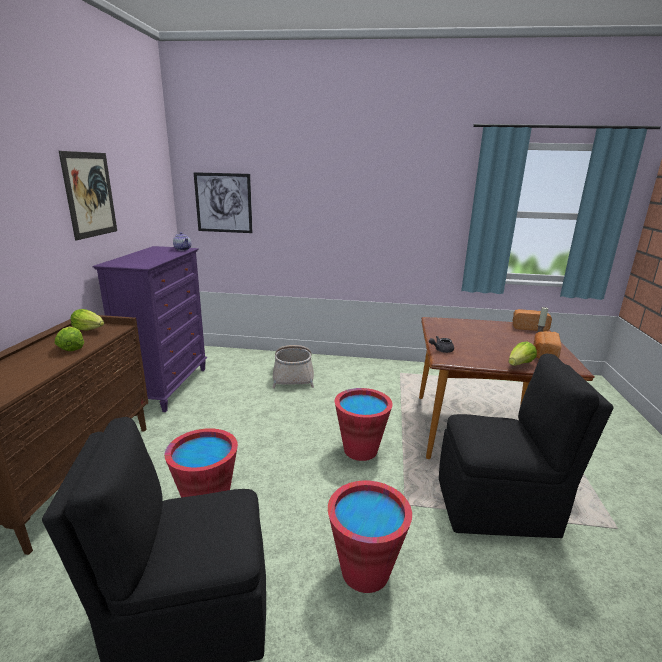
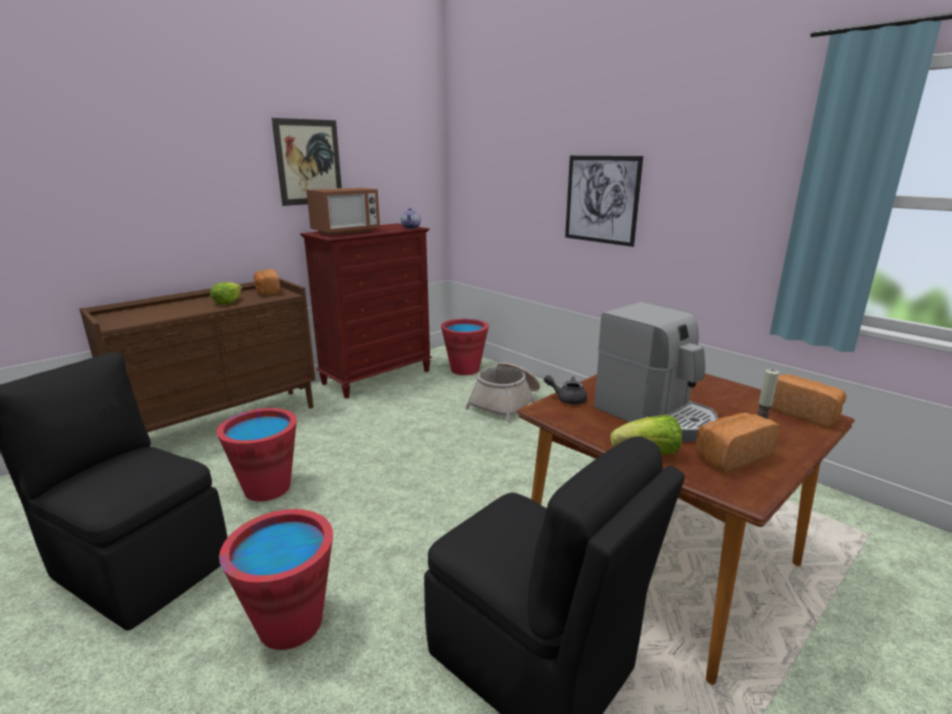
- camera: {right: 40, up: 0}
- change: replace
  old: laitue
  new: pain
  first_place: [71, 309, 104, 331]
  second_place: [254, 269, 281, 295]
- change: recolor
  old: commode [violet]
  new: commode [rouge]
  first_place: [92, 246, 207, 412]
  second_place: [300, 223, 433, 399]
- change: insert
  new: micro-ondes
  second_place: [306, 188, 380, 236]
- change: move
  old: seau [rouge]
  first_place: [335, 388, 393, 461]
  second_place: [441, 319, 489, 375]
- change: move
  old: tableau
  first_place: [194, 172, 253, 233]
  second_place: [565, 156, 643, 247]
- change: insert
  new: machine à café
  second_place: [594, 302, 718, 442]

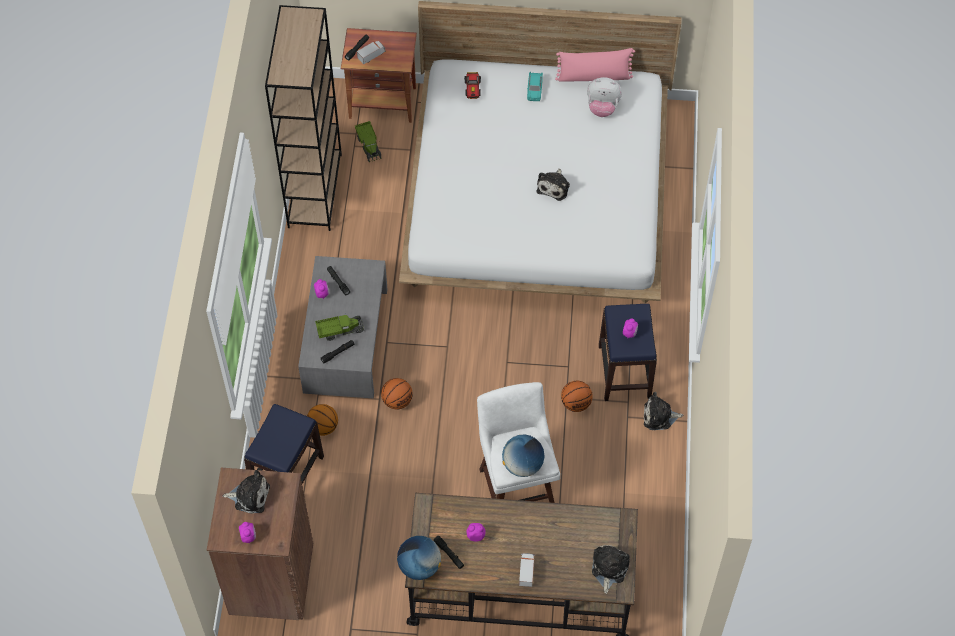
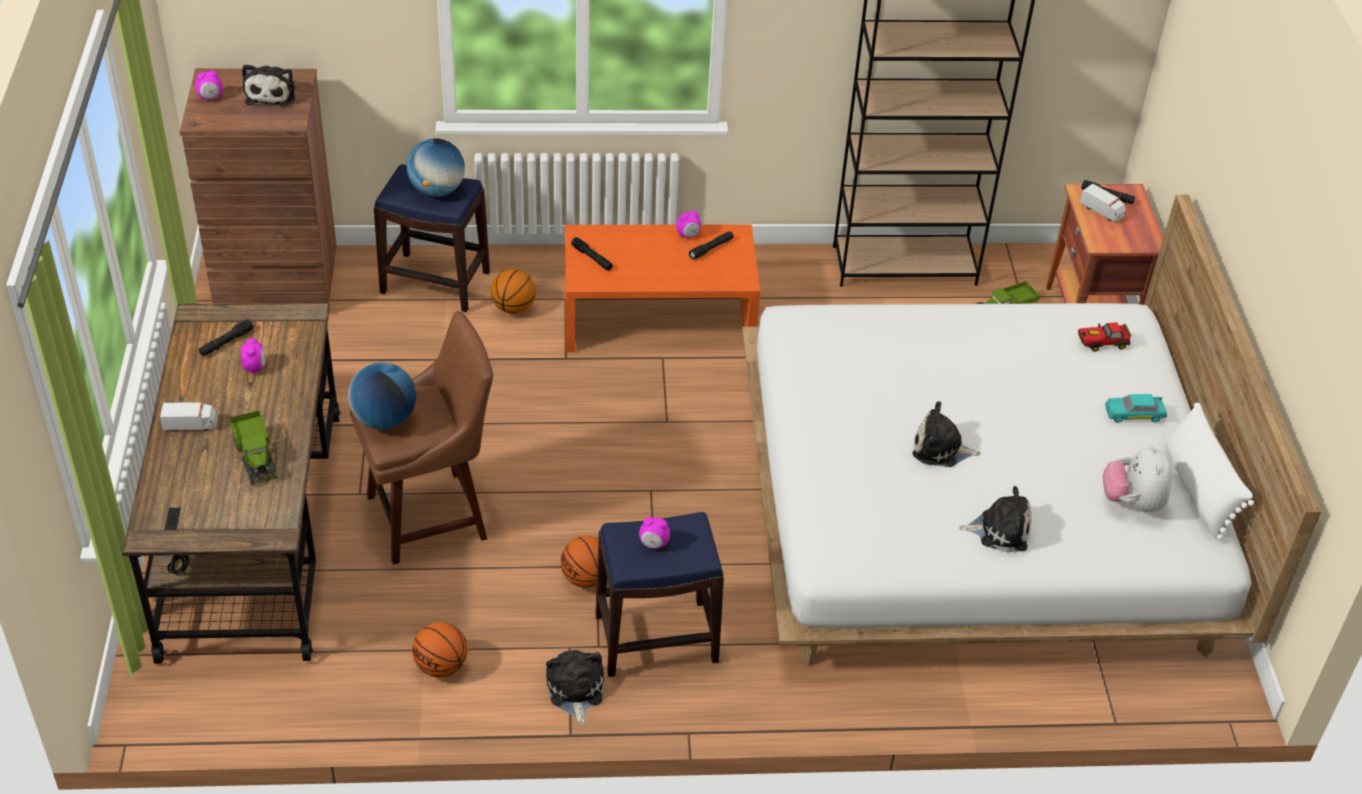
- camera: {right: 80, up: -15}
- change: move
  old: camion jouet
  first_place: [315, 315, 364, 341]
  second_place: [229, 410, 277, 485]
- change: recolor
  old: tabouret [blanc]
  new: tabouret [marron]
  first_place: [477, 382, 560, 503]
  second_place: [350, 311, 493, 565]
- change: move
  old: globe
  first_place: [397, 536, 441, 580]
  second_place: [407, 138, 465, 197]
- change: move
  old: ballon de basket
  first_place: [381, 378, 413, 410]
  second_place: [412, 622, 468, 677]
- change: recolor
  old: table basse [gris]
  new: table basse [orange]
  first_place: [298, 256, 387, 399]
  second_place: [565, 224, 760, 352]
- change: move
  old: peluche
  first_place: [592, 545, 630, 594]
  second_place: [959, 486, 1032, 552]
- change: recolor
  old: coussin [rose]
  new: coussin [blanc]
  first_place: [555, 48, 635, 82]
  second_place: [1165, 403, 1254, 541]

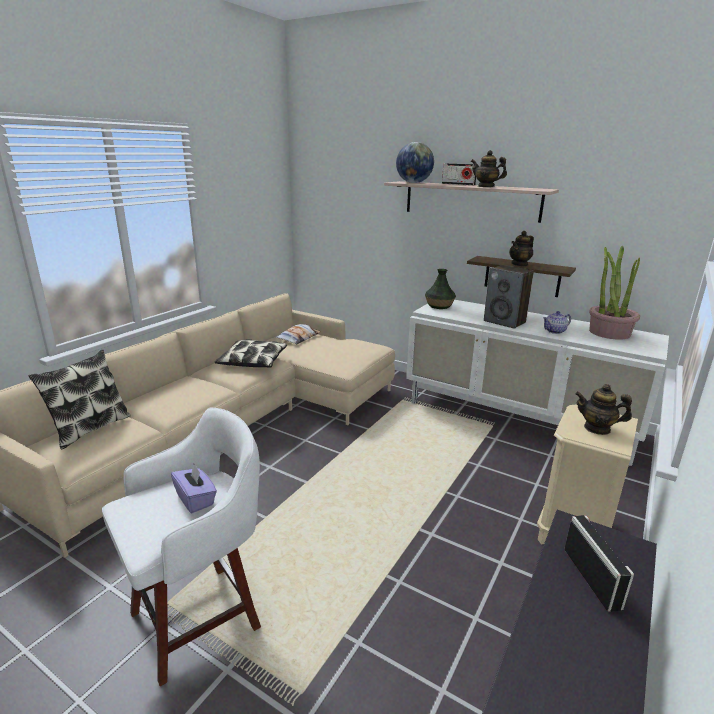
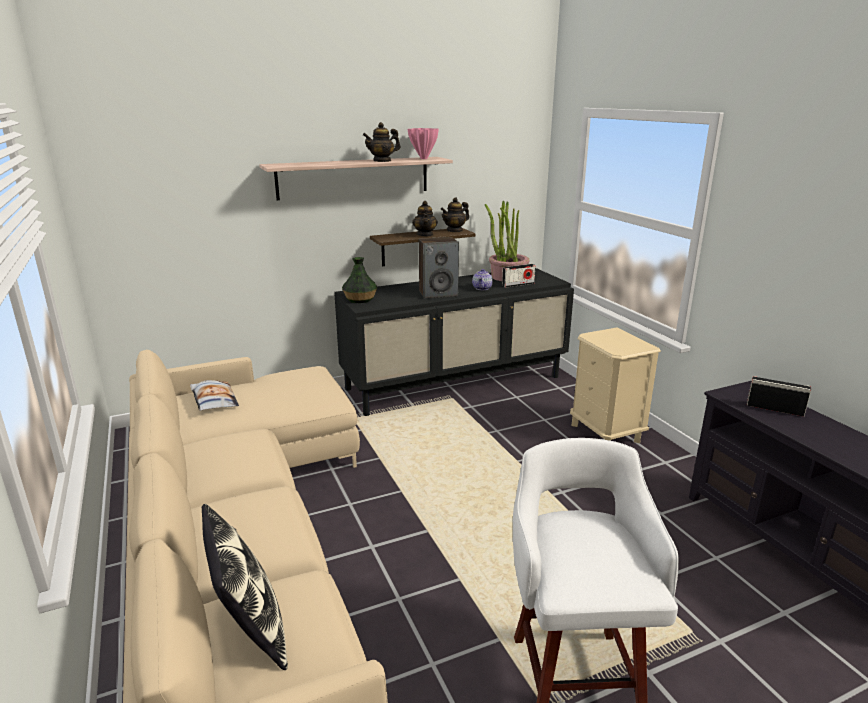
- camera: {right: -55, up: 0}
- change: recolor
  old: meuble de rangement [blanc]
  new: meuble de rangement [noir]
  first_place: [406, 300, 669, 466]
  second_place: [334, 268, 574, 416]
- change: insert
  new: vase [rose]
  second_place: [408, 128, 439, 159]
- change: move
  old: théière
  first_place: [575, 384, 632, 435]
  second_place: [441, 197, 469, 232]
- change: move
  old: radio
  first_place: [442, 163, 476, 185]
  second_place: [502, 264, 536, 288]
- change: delete
  old: boîte à mouchoirs [violet]
  first_place: [171, 464, 217, 513]
- change: delete
  old: coussin
  first_place: [215, 339, 287, 368]
- change: delete
  old: globe
  first_place: [396, 142, 434, 183]

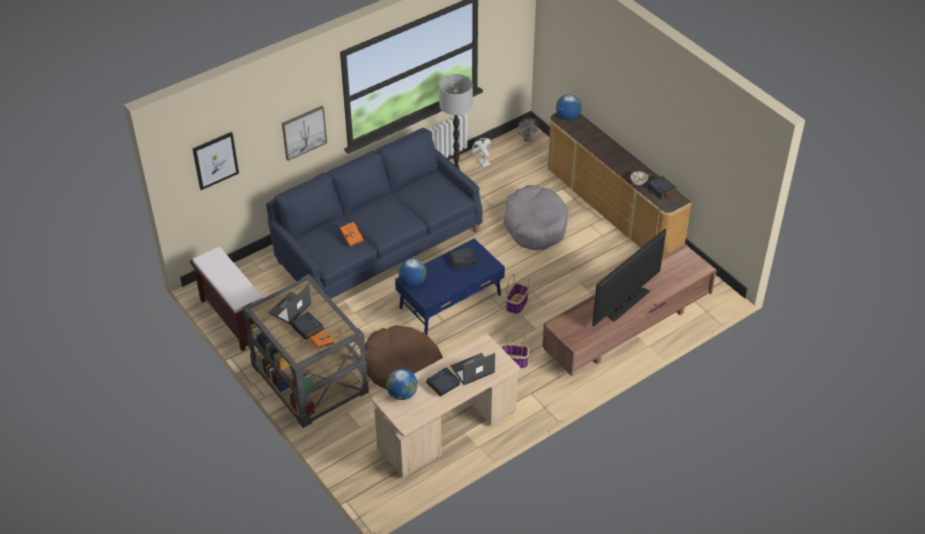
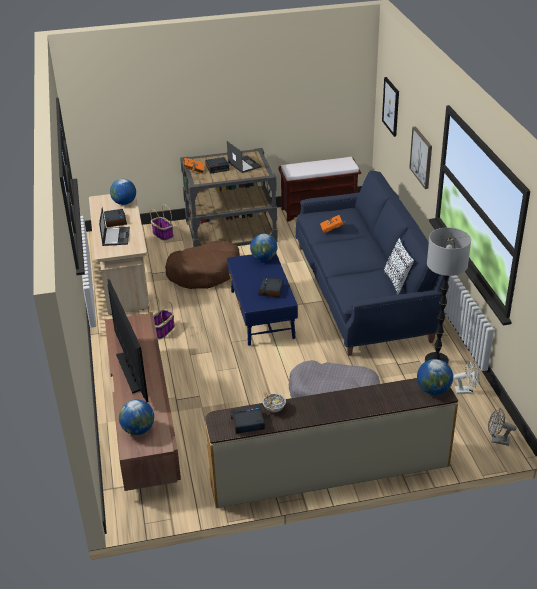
- camera: {right: 115, up: -10}
- change: insert
  new: globe
  second_place: [119, 400, 154, 435]
- change: move
  old: panier
  first_place: [506, 274, 529, 314]
  second_place: [150, 205, 174, 241]
- change: insert
  new: coussin [blanc]
  second_place: [383, 238, 414, 294]

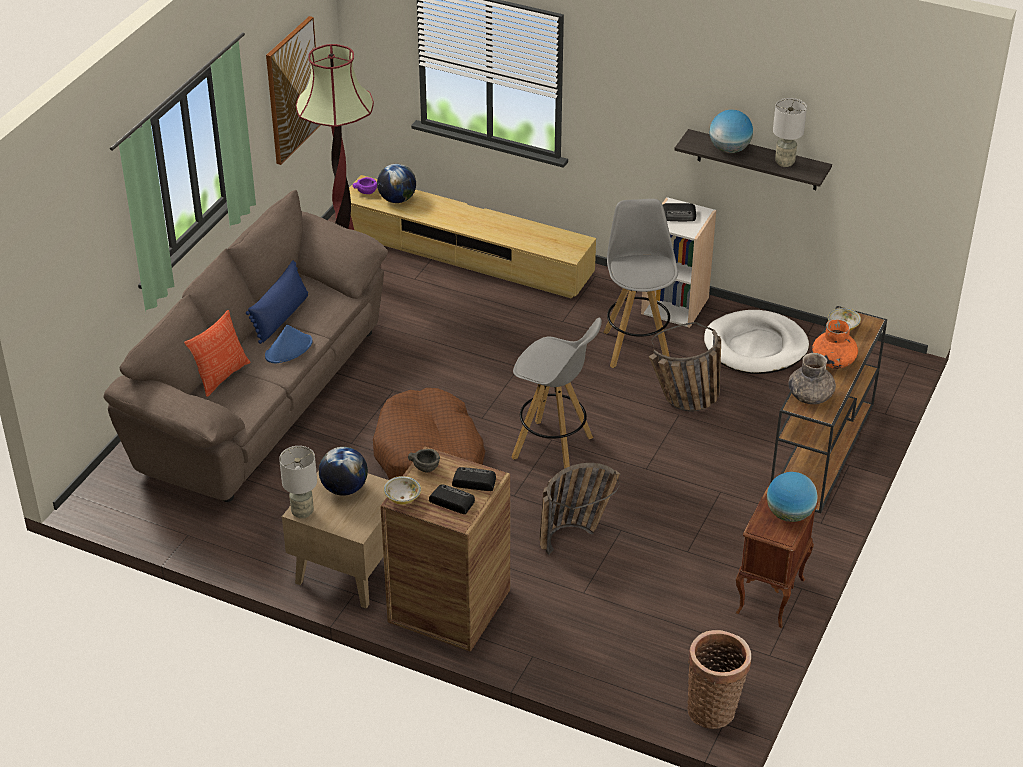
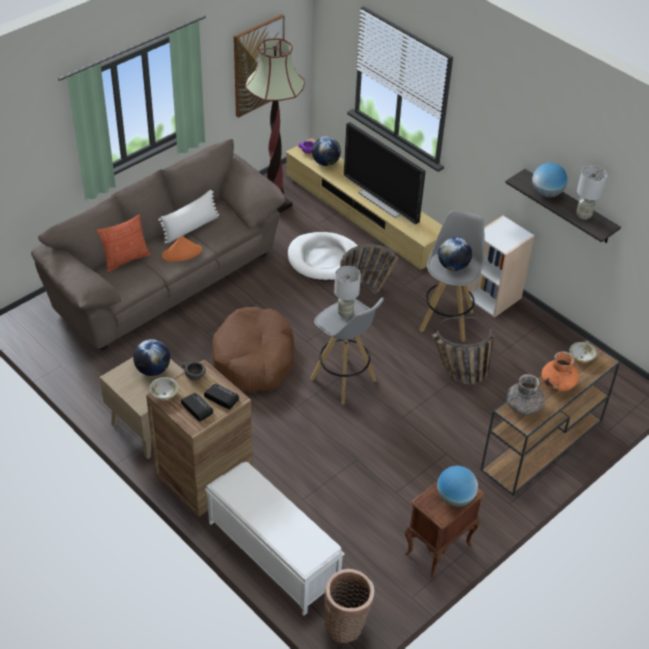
- camera: {right: 20, up: 5}
- change: recolor
  old: coussin [bleu]
  new: coussin [blanc]
  first_place: [246, 260, 308, 344]
  second_place: [158, 190, 219, 243]
- change: recolor
  old: chapeau [bleu]
  new: chapeau [orange]
  first_place: [265, 324, 312, 363]
  second_place: [162, 236, 202, 262]
- change: insert
  new: banc [blanc]
  second_place: [205, 462, 345, 616]
- change: move
  old: panier pour chien [blanc]
  first_place: [704, 310, 809, 374]
  second_place: [288, 232, 358, 282]
- change: move
  old: lampe de table [gris]
  first_place: [279, 446, 317, 519]
  second_place: [334, 266, 361, 318]
- change: move
  old: panier
  first_place: [539, 463, 620, 555]
  second_place: [340, 244, 399, 295]
- change: insert
  new: téléviseur
  second_place: [344, 122, 426, 225]
- change: insert
  new: globe
  second_place: [438, 237, 472, 271]
- change: delete
  old: radio
  first_place: [663, 203, 696, 221]

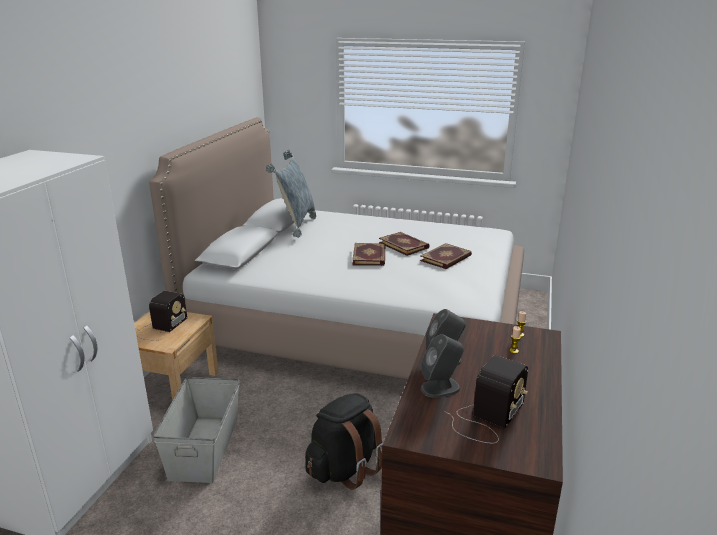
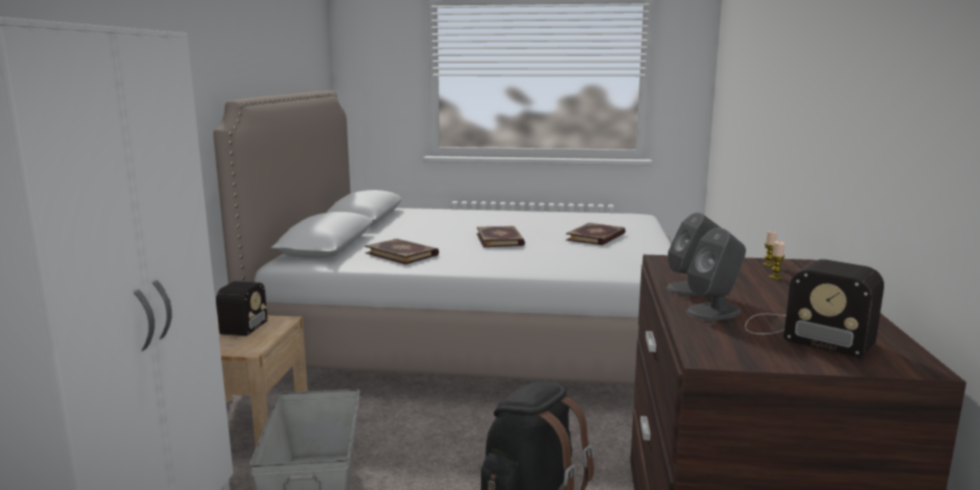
- camera: {right: -10, up: -10}
- change: move
  old: livre
  first_place: [379, 232, 429, 256]
  second_place: [365, 238, 439, 265]
- change: rotate
  old: radio
  first_place: [444, 355, 528, 443]
  second_place: [745, 259, 884, 358]
  degrees: 105
- change: delete
  old: coussin
  first_place: [266, 150, 316, 238]

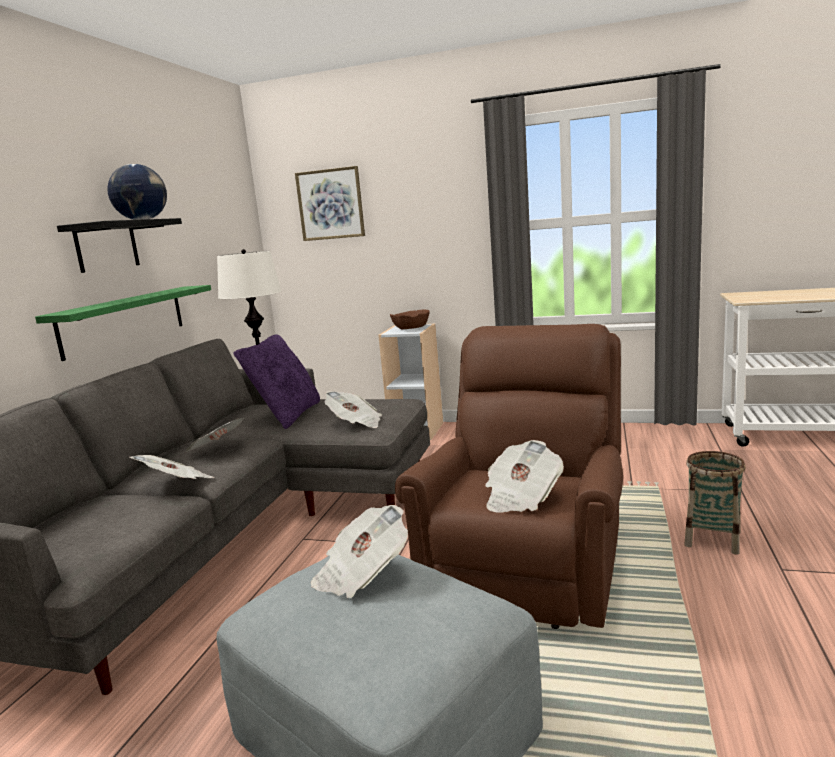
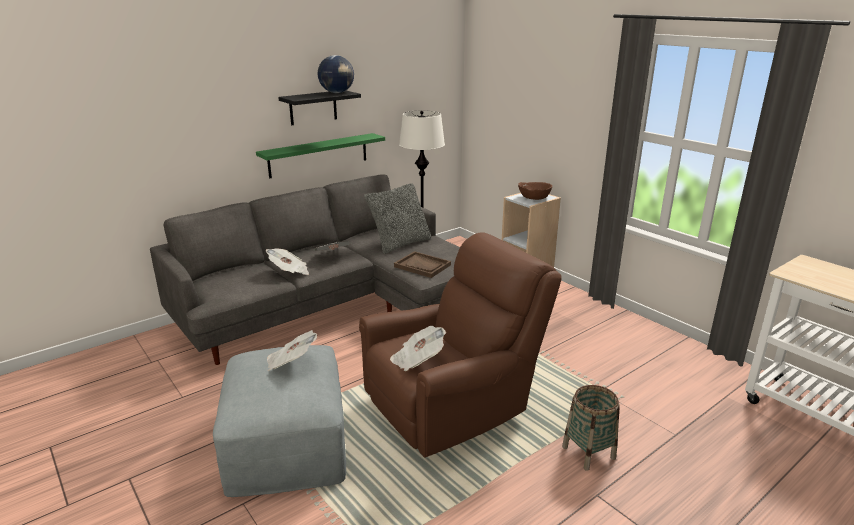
- camera: {right: 35, up: 10}
- change: recolor
  old: coussin [violet]
  new: coussin [gris]
  first_place: [234, 334, 320, 429]
  second_place: [364, 184, 431, 254]
- change: replace
  old: journal
  new: plateau [marron]
  first_place: [324, 391, 382, 428]
  second_place: [394, 251, 451, 278]
- change: delete
  old: tableau
  first_place: [295, 166, 365, 241]

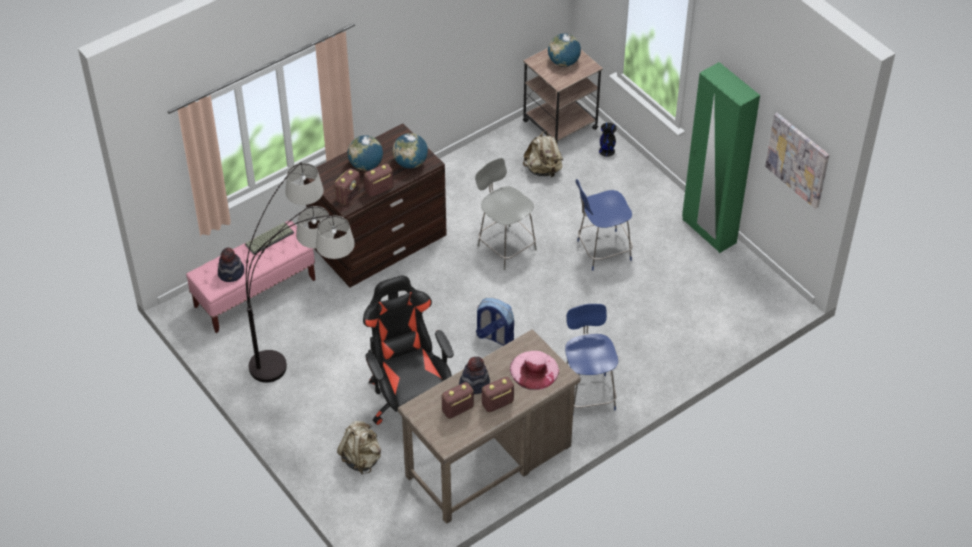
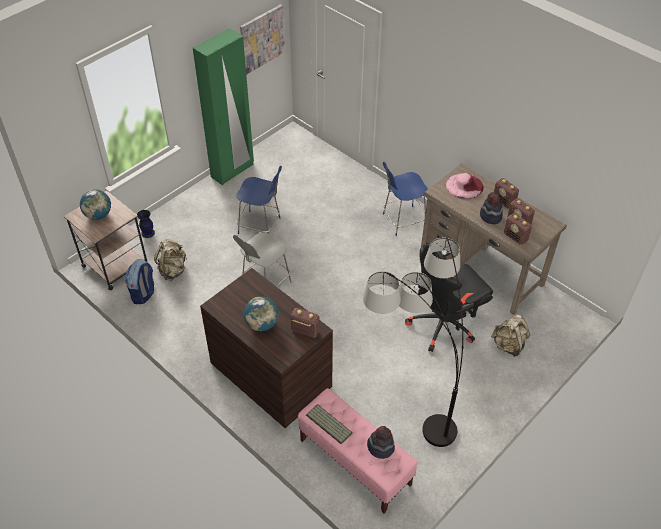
- camera: {right: -100, up: 0}
- change: move
  old: sac à dos
  first_place: [476, 298, 514, 346]
  second_place: [125, 259, 154, 304]
- change: rotate
  old: chaise [bleu]
  first_place: [576, 179, 633, 270]
  second_place: [237, 166, 282, 234]
  degrees: -45
- change: move
  old: radio
  first_place: [364, 164, 394, 197]
  second_place: [504, 213, 532, 245]
- change: delete
  old: globe
  first_place: [392, 133, 428, 169]

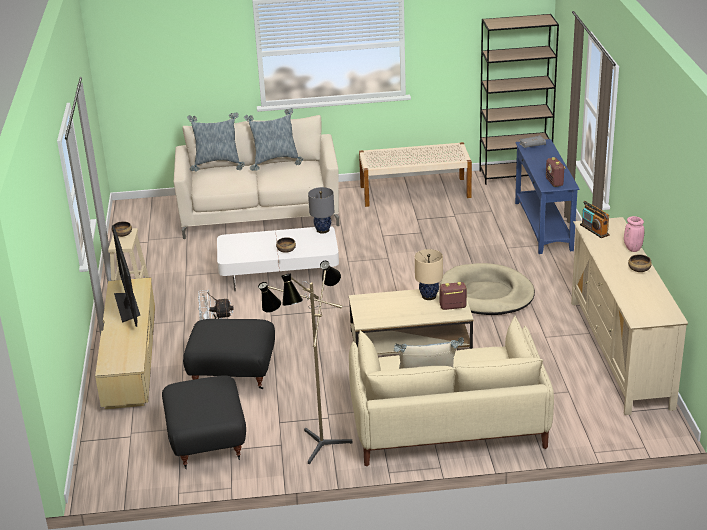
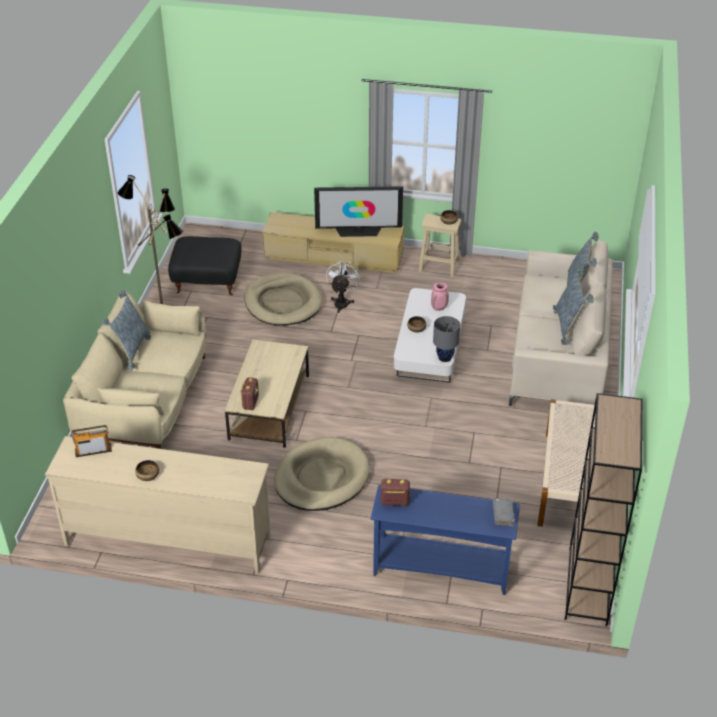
- camera: {right: 105, up: 10}
- change: move
  old: radio
  first_place: [580, 201, 610, 238]
  second_place: [71, 425, 112, 457]
- change: replace
  old: pouf [noir]
  new: panier pour chien [beige]
  first_place: [183, 319, 275, 389]
  second_place: [244, 273, 322, 326]
- change: move
  old: vase [rose]
  first_place: [624, 216, 645, 252]
  second_place: [431, 282, 449, 311]
- change: delete
  old: lampe de table [beige]
  first_place: [415, 249, 443, 300]

